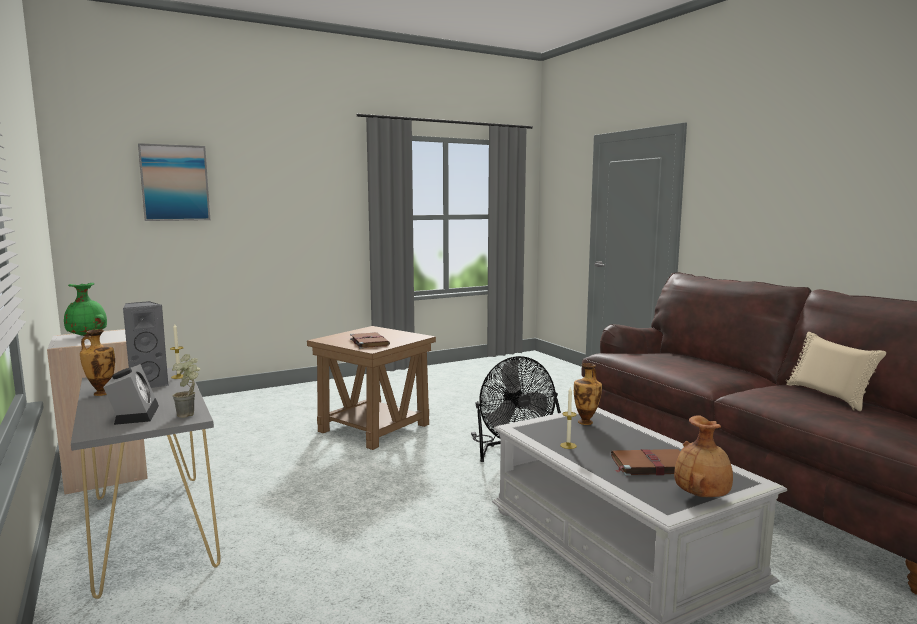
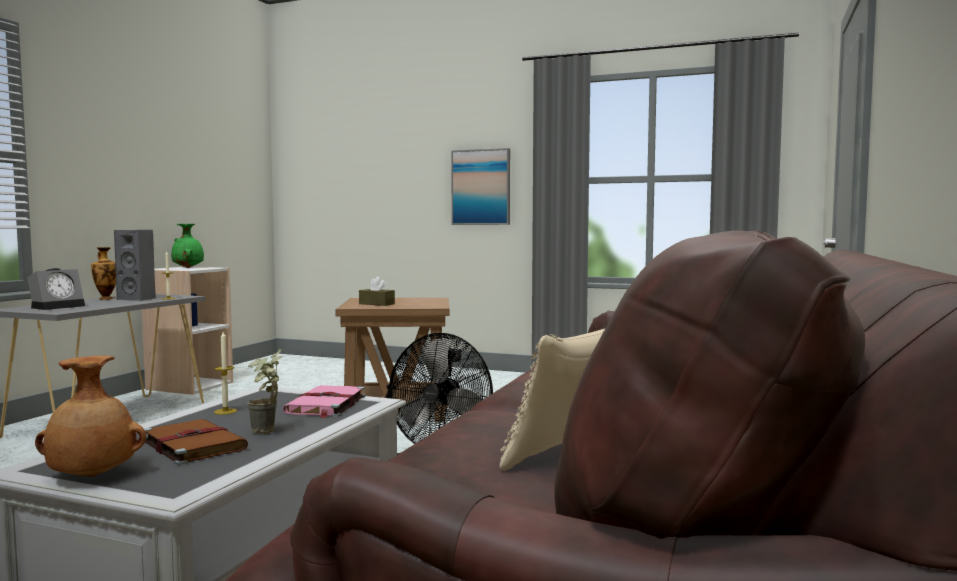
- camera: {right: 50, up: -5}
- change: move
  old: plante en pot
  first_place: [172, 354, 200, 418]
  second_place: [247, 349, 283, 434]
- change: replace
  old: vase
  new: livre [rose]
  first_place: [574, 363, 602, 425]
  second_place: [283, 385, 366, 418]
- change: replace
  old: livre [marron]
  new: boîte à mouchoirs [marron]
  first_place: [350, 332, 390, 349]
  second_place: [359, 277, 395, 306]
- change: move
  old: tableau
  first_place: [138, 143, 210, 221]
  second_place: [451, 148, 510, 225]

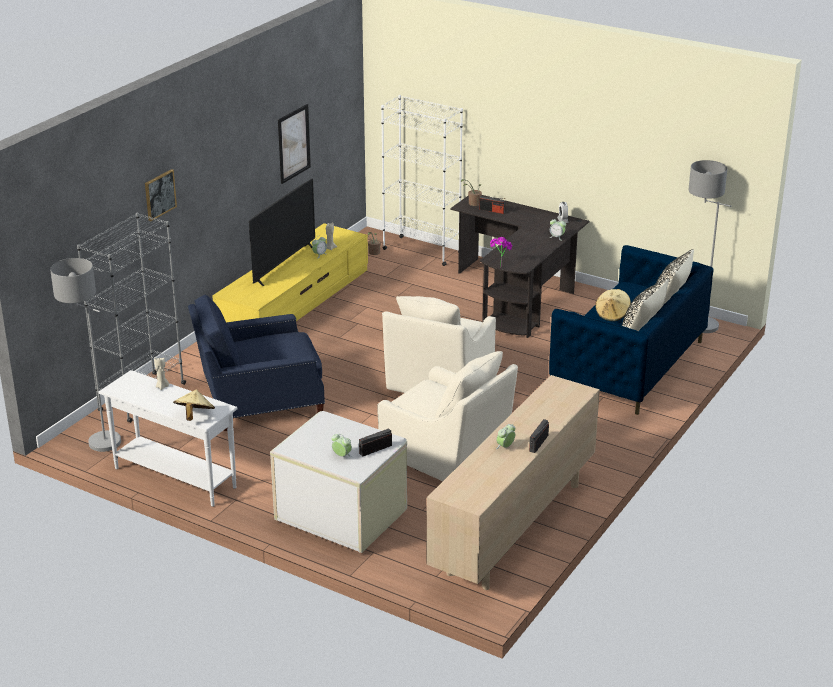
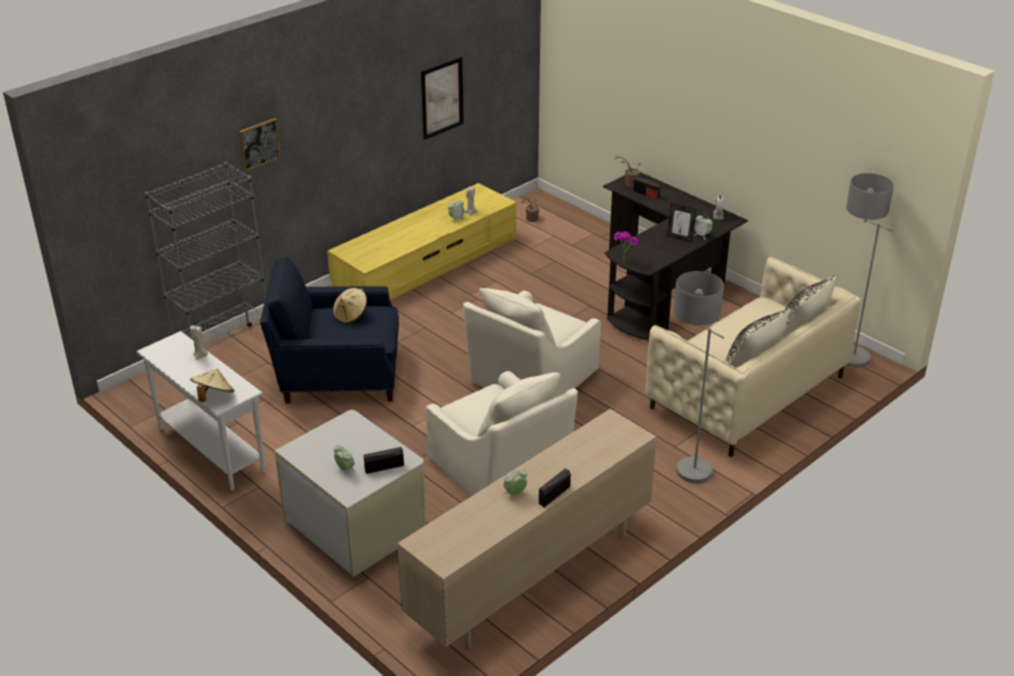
- camera: {right: 15, up: 5}
- change: move
  old: chapeau [beige]
  first_place: [595, 289, 631, 321]
  second_place: [333, 288, 367, 324]
- change: recolor
  old: canapé [bleu]
  new: canapé [beige]
  first_place: [549, 245, 714, 415]
  second_place: [645, 257, 861, 457]
- change: insert
  new: cadre photo
  second_place: [667, 203, 696, 242]
- change: move
  old: lampadaire [gris]
  first_place: [50, 258, 121, 452]
  second_place: [674, 271, 724, 483]
- change: delete
  old: téléviseur
  first_place: [249, 178, 315, 286]
- change: delete
  old: bibliothèque [blanc]
  first_place: [381, 95, 463, 266]

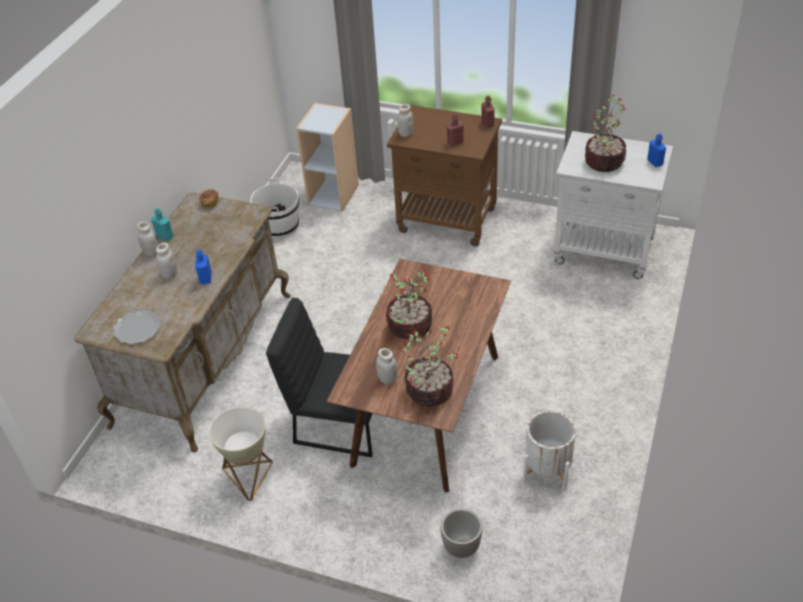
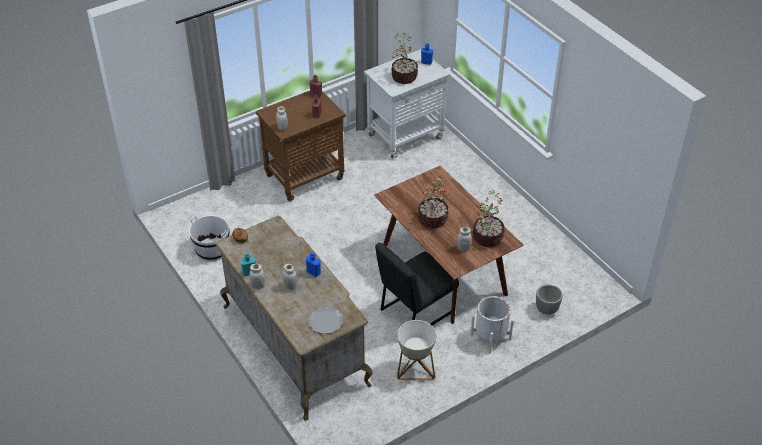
- camera: {right: -55, up: 0}
- change: move
  old: cache-pot [blanc]
  first_place: [523, 410, 576, 491]
  second_place: [470, 296, 514, 353]
- change: delete
  old: bibliothèque
  first_place: [296, 103, 359, 212]

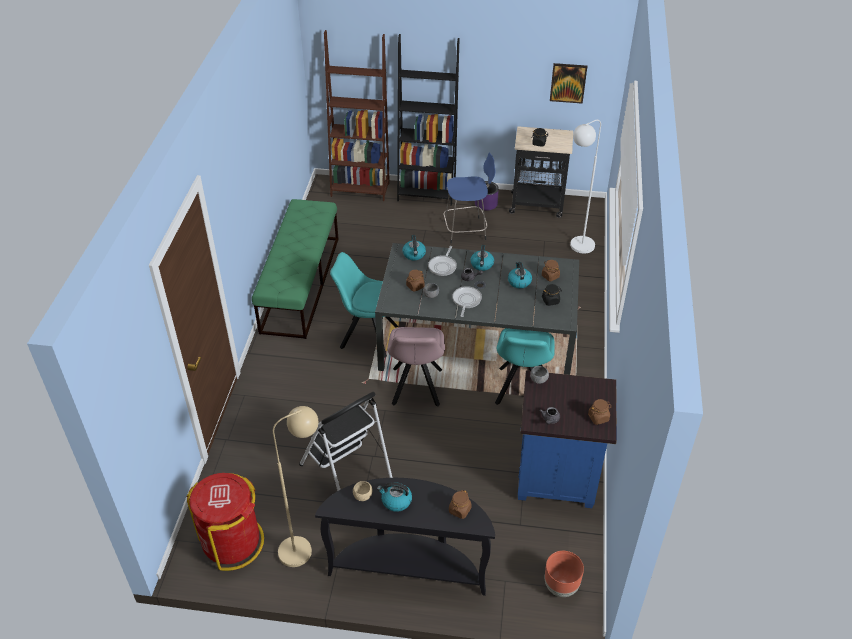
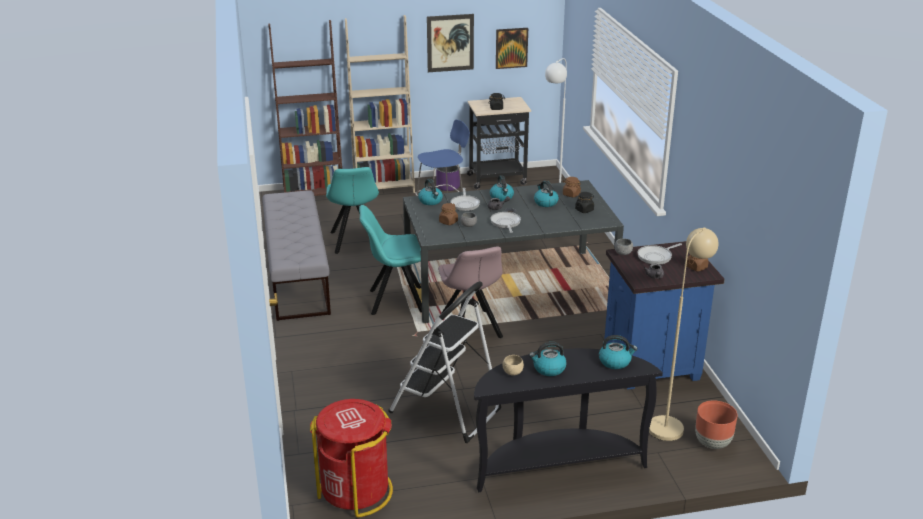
- camera: {right: -20, up: -15}
- change: recolor
  old: banc [vert]
  new: banc [gris]
  first_place: [252, 199, 339, 339]
  second_place: [262, 190, 331, 321]
- change: move
  old: chaise [turquoise]
  first_place: [495, 328, 555, 405]
  second_place: [326, 167, 379, 254]
- change: recolor
  old: bibliothèque [noir]
  new: bibliothèque [beige]
  first_place: [397, 34, 460, 206]
  second_place: [345, 15, 415, 193]
- change: insert
  new: tableau
  second_place: [427, 14, 474, 72]
- change: replace
  old: bocal [marron]
  new: bouilloire
  first_place: [449, 490, 472, 519]
  second_place: [599, 335, 638, 369]
- change: insert
  new: poêle
  second_place: [638, 243, 682, 265]
- change: move
  old: lampadaire [beige]
  first_place: [273, 406, 318, 567]
  second_place: [649, 227, 719, 441]

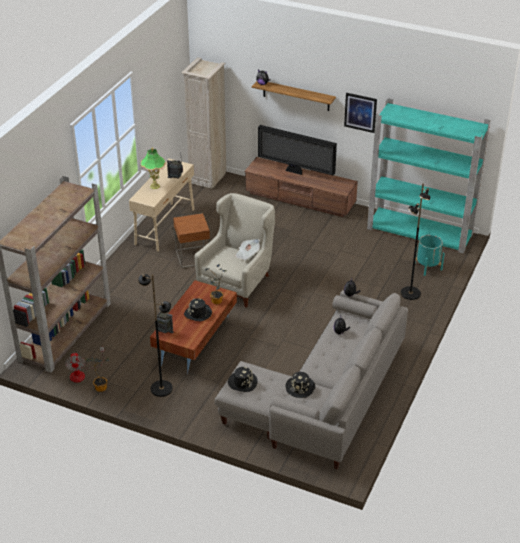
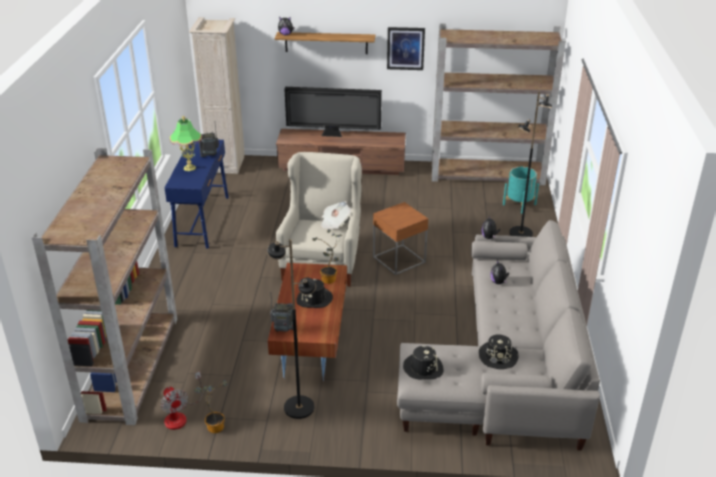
- camera: {right: -20, up: -5}
- change: recolor
  old: table console [beige]
  new: table console [bleu]
  first_place: [129, 159, 194, 251]
  second_place: [165, 140, 229, 248]
- change: move
  old: table d'appoint [marron]
  first_place: [173, 213, 210, 268]
  second_place: [373, 202, 428, 275]
- change: recolor
  old: bibliothèque [turquoise]
  new: bibliothèque [marron]
  first_place: [367, 98, 490, 254]
  second_place: [432, 24, 566, 185]

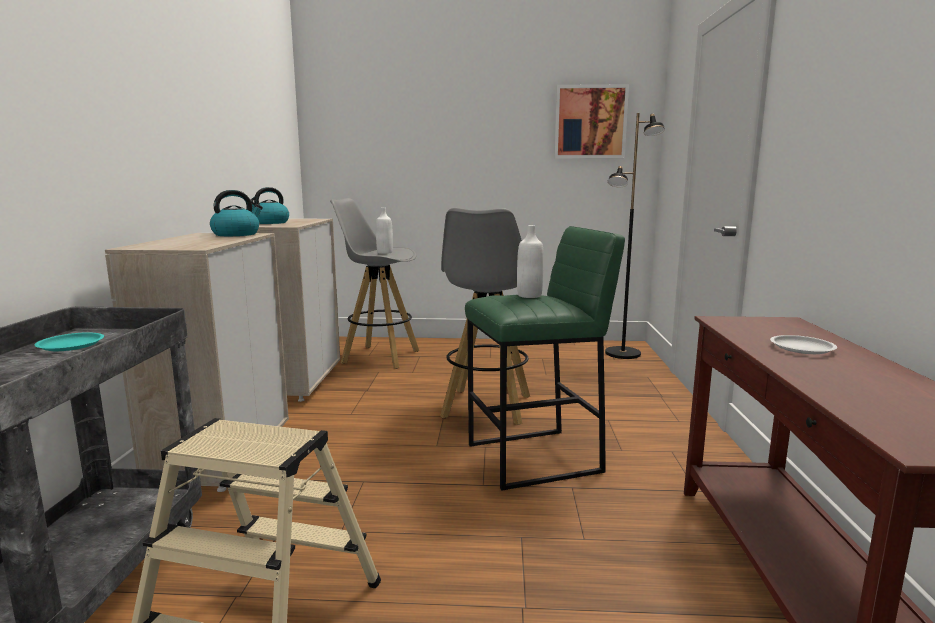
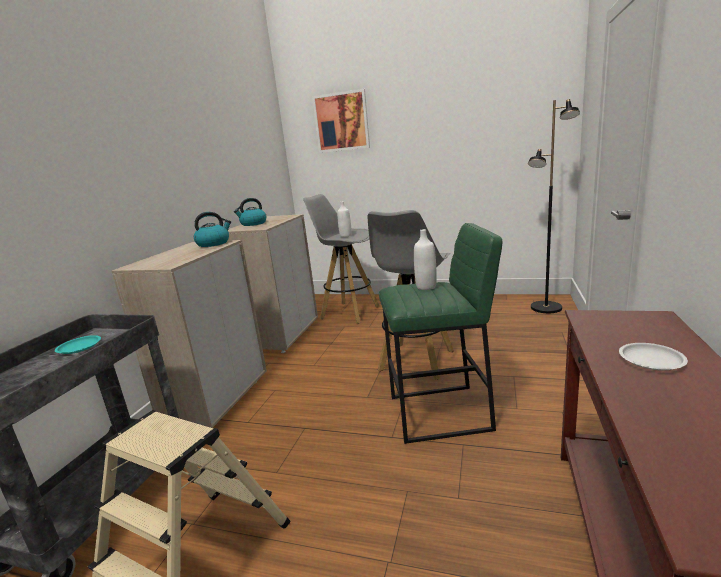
- camera: {right: 15, up: 5}
- change: move
  old: tableau
  first_place: [554, 84, 629, 159]
  second_place: [312, 89, 370, 153]

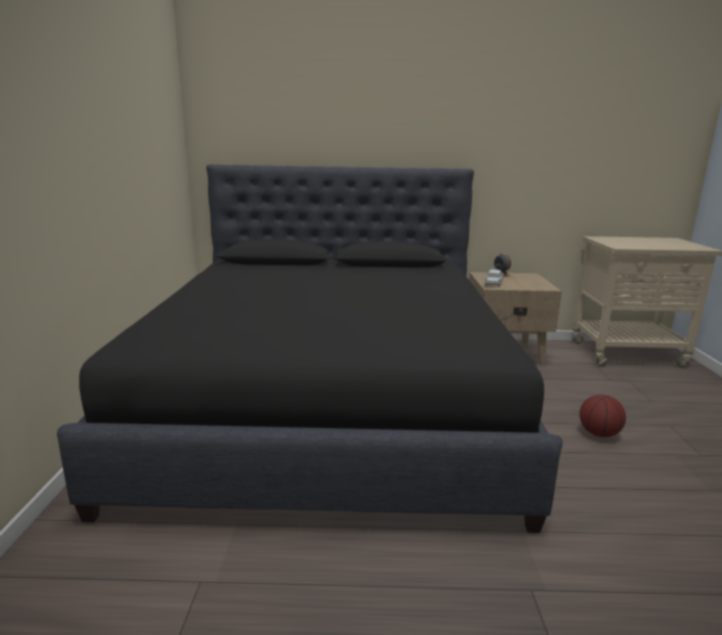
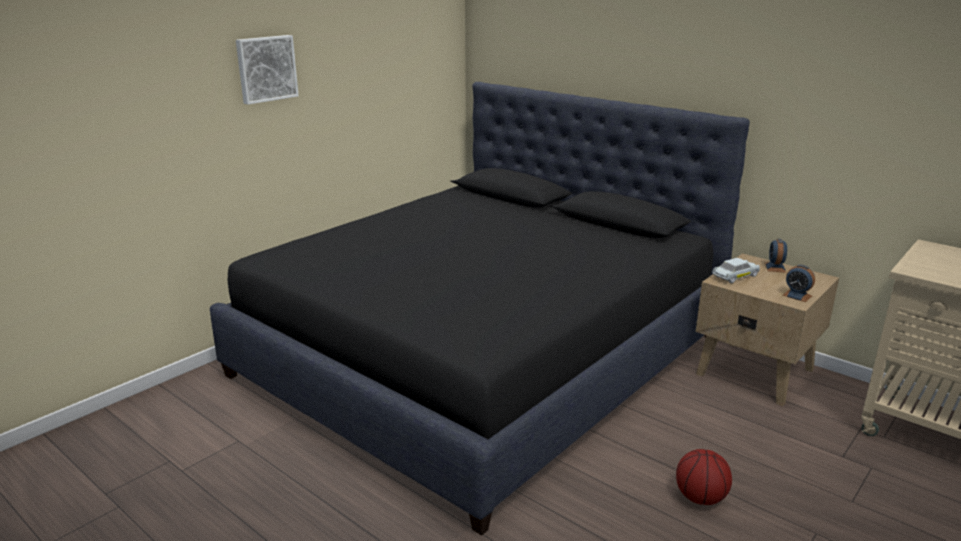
- camera: {right: 40, up: 5}
- change: insert
  new: tableau
  second_place: [236, 35, 299, 105]
- change: insert
  new: réveil
  second_place: [782, 265, 815, 302]

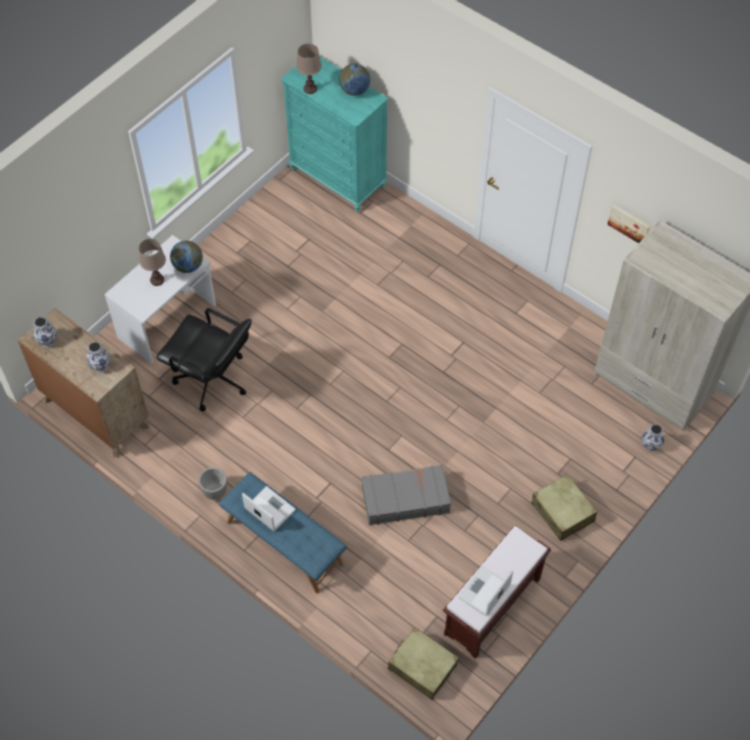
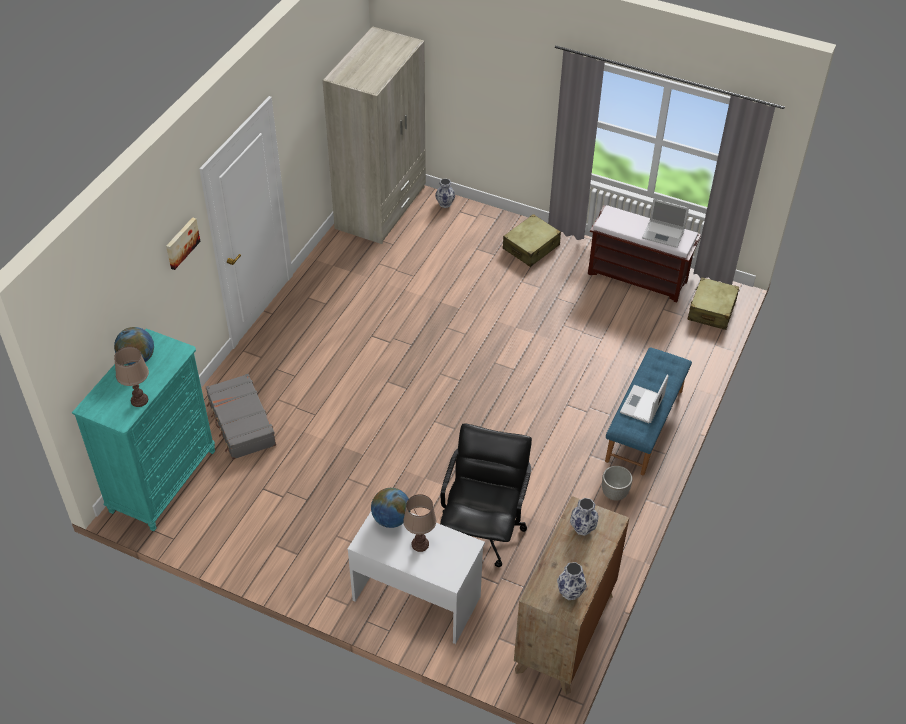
- camera: {right: -105, up: -10}
- change: move
  old: tableau
  first_place: [607, 204, 650, 243]
  second_place: [166, 217, 201, 270]
- change: move
  old: valise [gris]
  first_place: [362, 465, 451, 525]
  second_place: [206, 374, 276, 460]

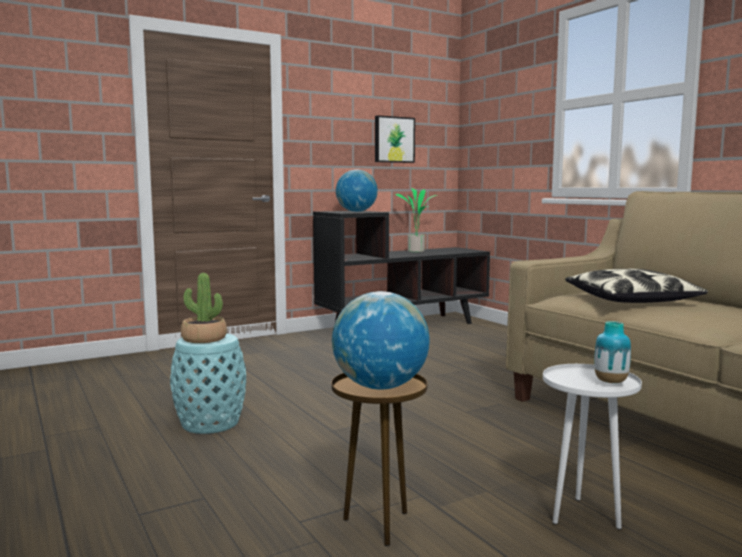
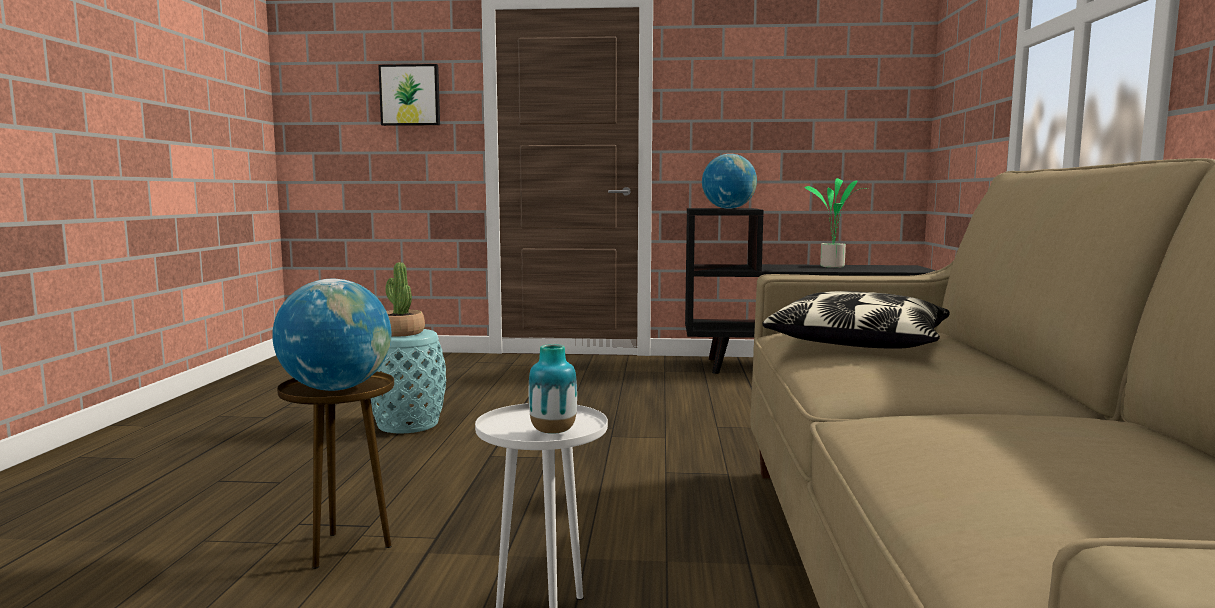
- camera: {right: 35, up: 0}
- change: move
  old: tableau
  first_place: [375, 115, 415, 163]
  second_place: [378, 64, 440, 126]

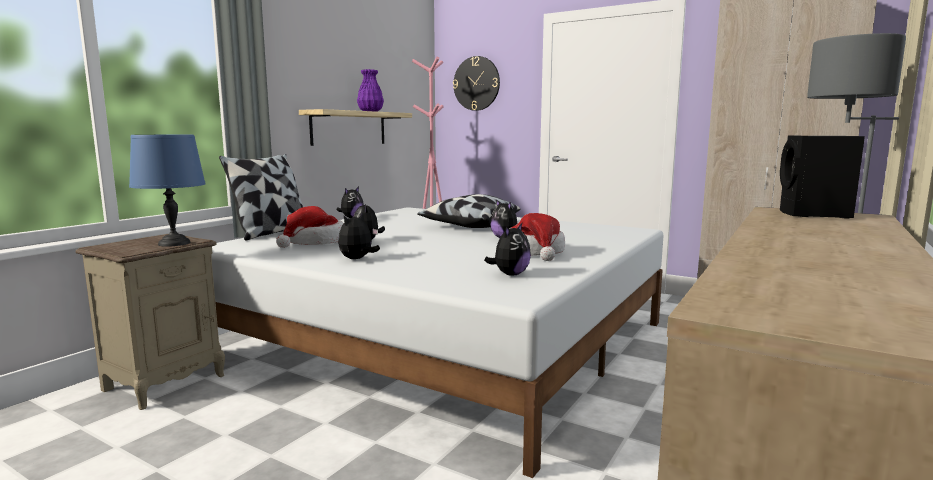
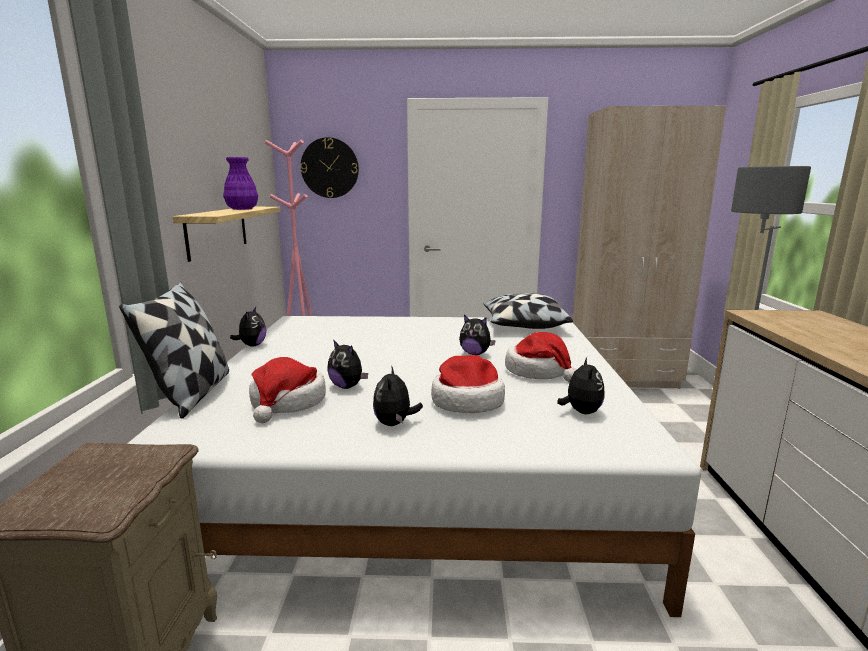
- camera: {right: -30, up: 5}
- change: insert
  new: chapeau
  second_place: [431, 355, 505, 413]
- change: move
  old: coussin
  first_place: [417, 194, 520, 228]
  second_place: [483, 293, 573, 329]
- change: delete
  old: lampe de table [bleu]
  first_place: [129, 135, 206, 247]
- change: delete
  old: enceinte [noir]
  first_place: [780, 135, 865, 218]

